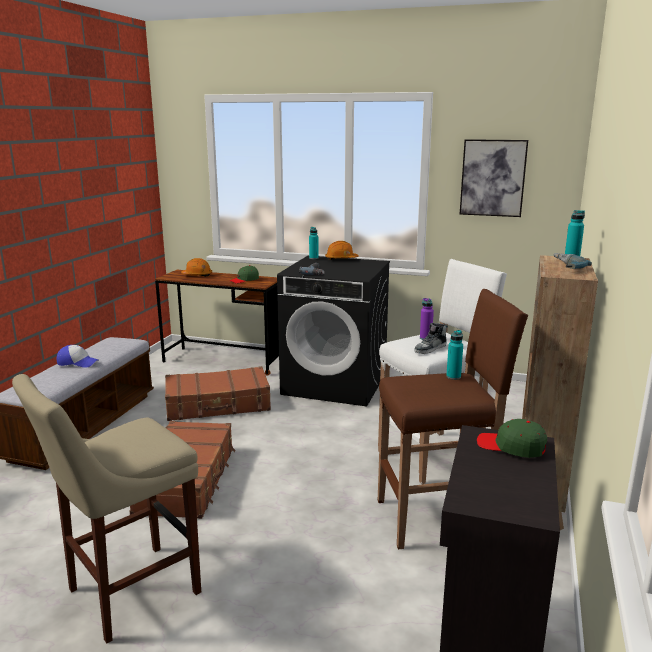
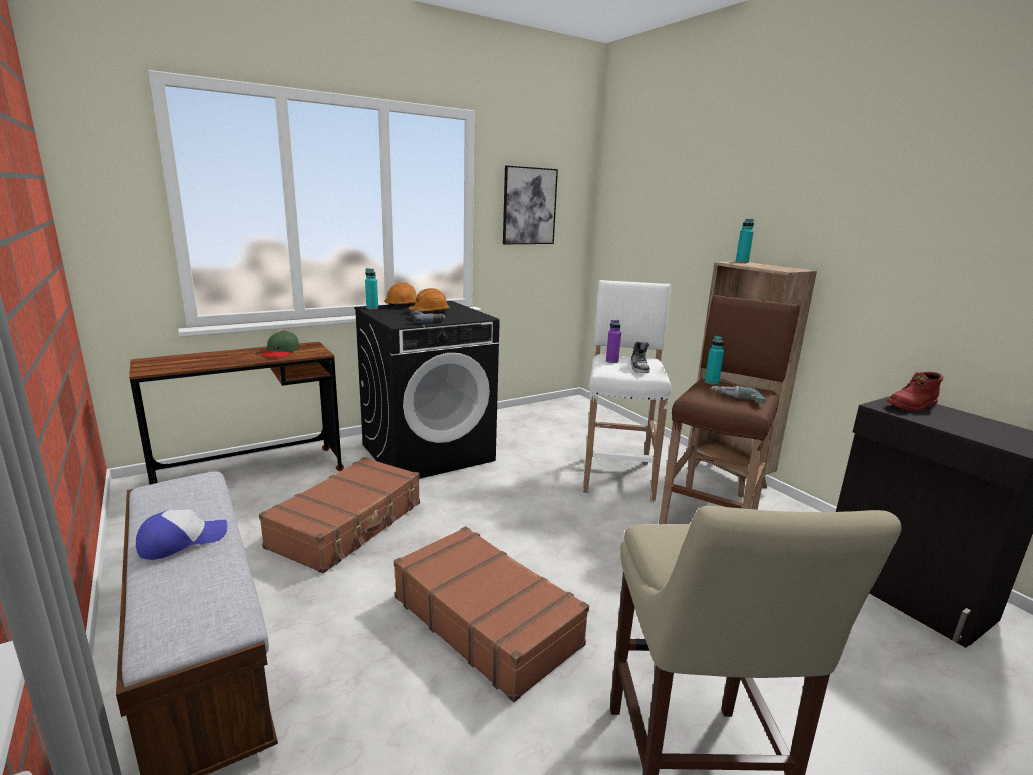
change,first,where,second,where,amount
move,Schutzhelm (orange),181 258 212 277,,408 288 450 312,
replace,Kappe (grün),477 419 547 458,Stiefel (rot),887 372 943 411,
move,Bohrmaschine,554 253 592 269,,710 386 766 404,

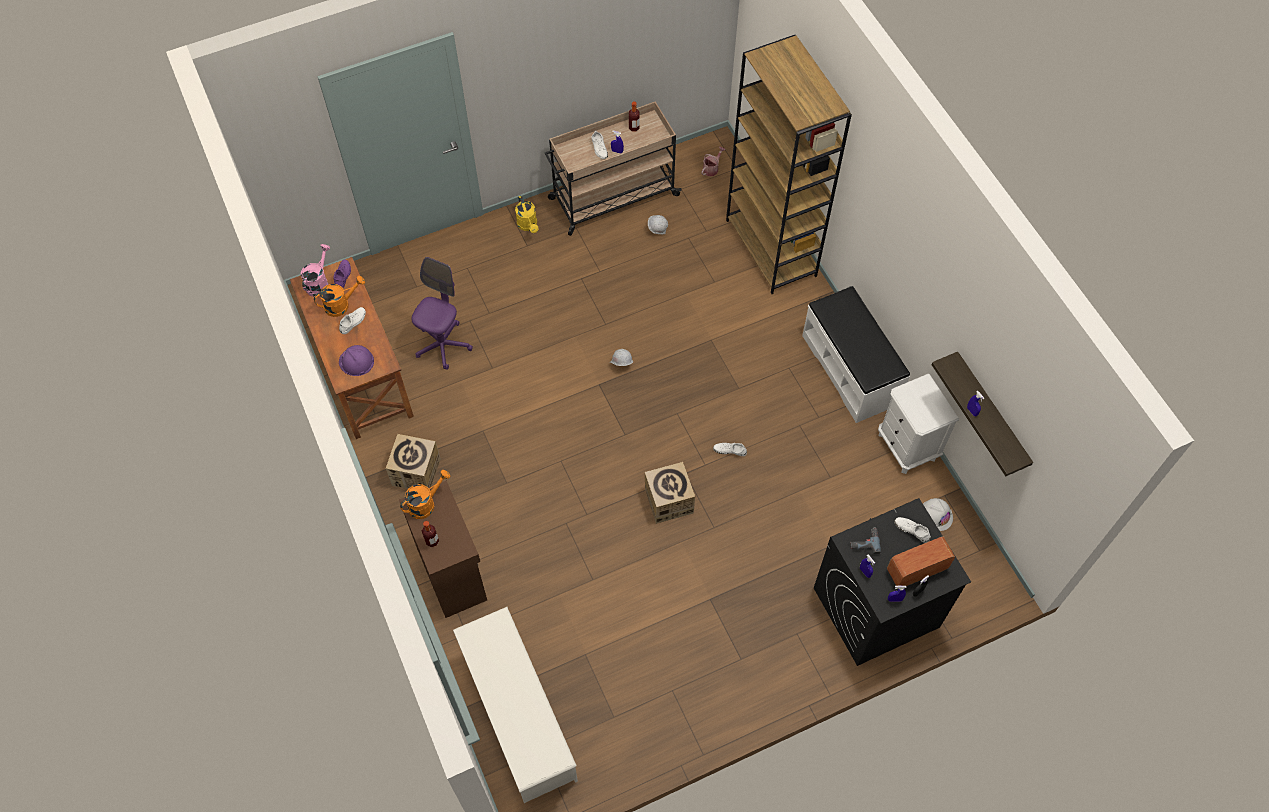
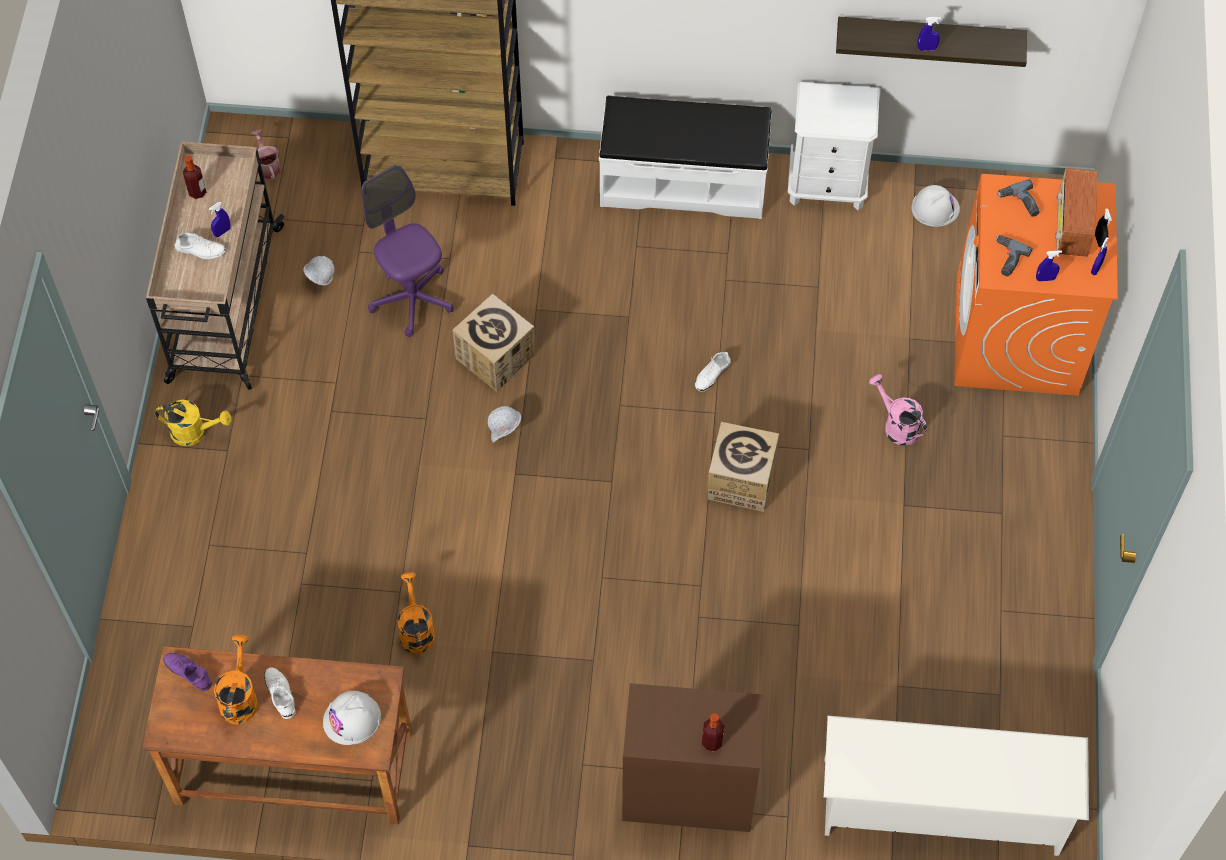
change,first,where,second,where,amount
move,Gießkanne (rosa),301 244 330 297,,869 374 927 446,
recolor,Schutzhelm (lila),339 345 374 376,Schutzhelm (weiß),323 691 381 745,
move,Karton,386 434 441 489,,453 294 535 392,
move,Gießkanne (orange),400 470 450 519,,397 572 435 654,
move,Bürostuhl (lila),411 257 473 370,,362 165 454 337,
recolor,Waschmaschine (schwarz),814 498 971 666,Waschmaschine (orange),954 174 1118 396,
replace,Schuh (weiß),894 517 931 543,Bohrmaschine,997 179 1040 217,

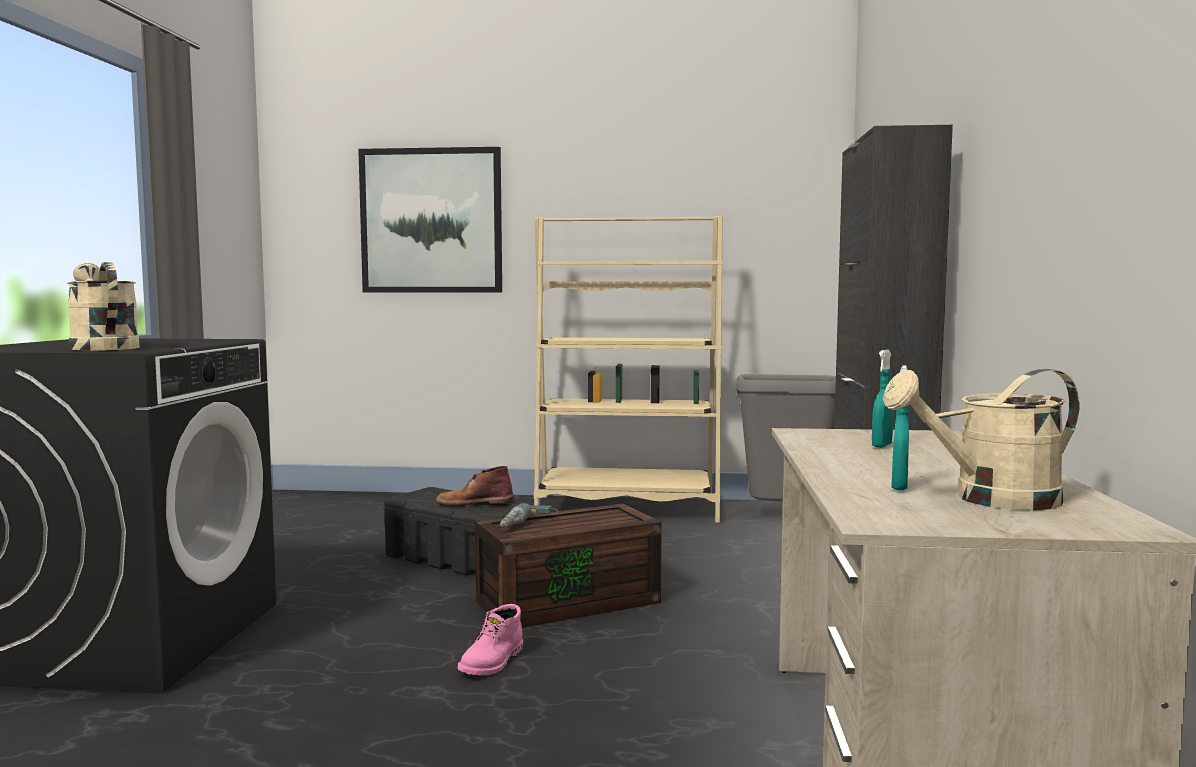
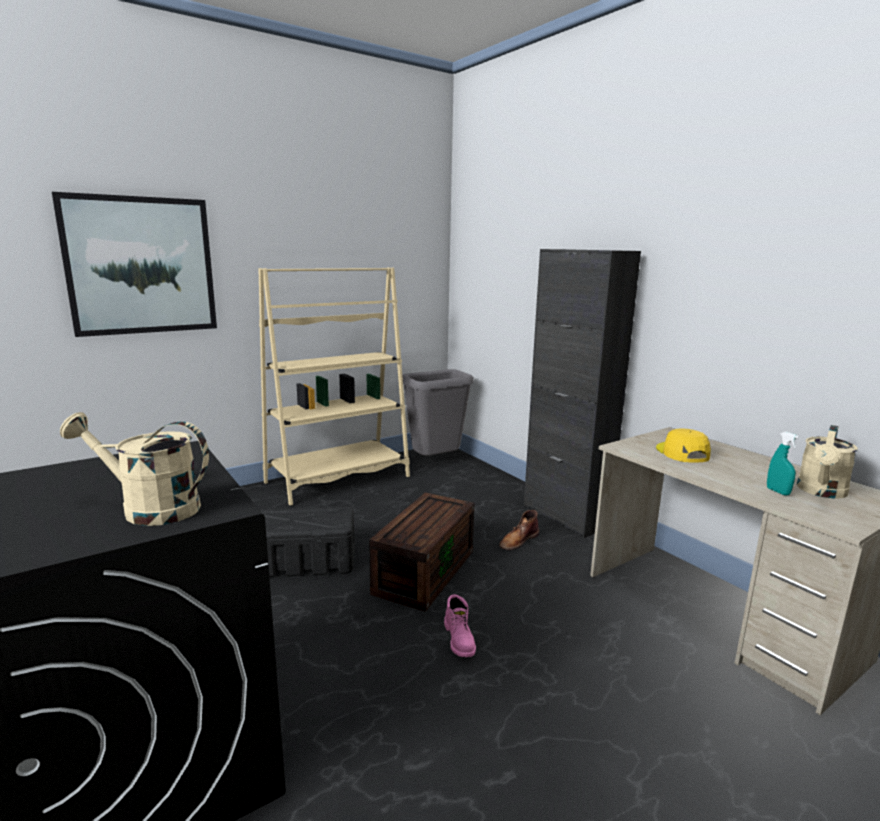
change,first,where,second,where,amount
move,Stiefel (braun),436 466 514 506,,499 510 539 551,
delete,Bohrmaschine,500 503 558 527,,,
replace,Sprühflasche (türkis),872 350 894 448,Kappe (gelb),656 429 711 463,

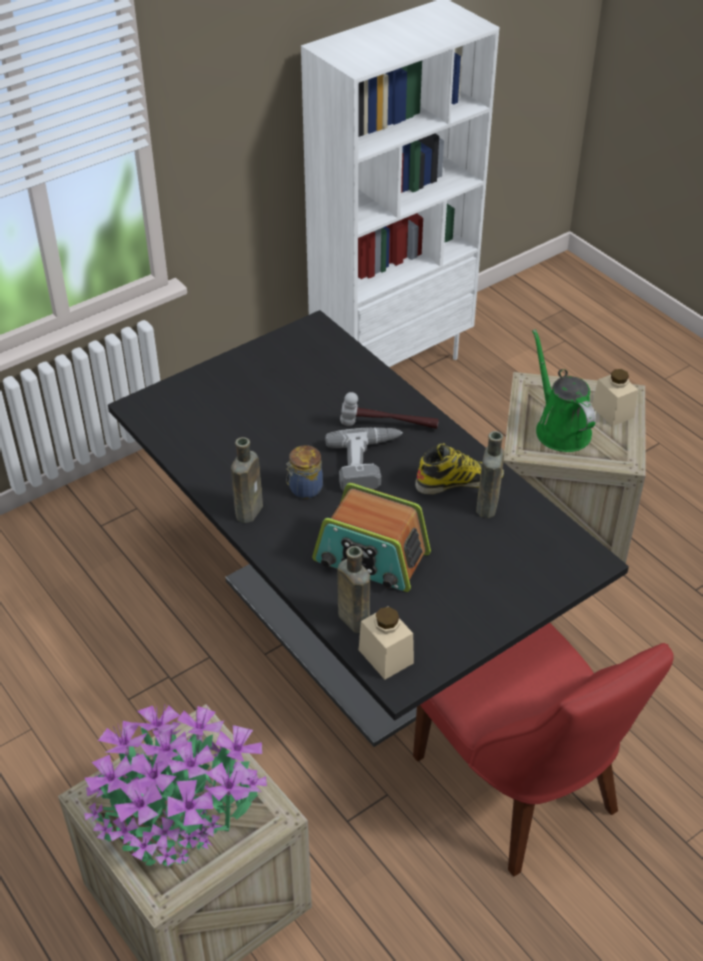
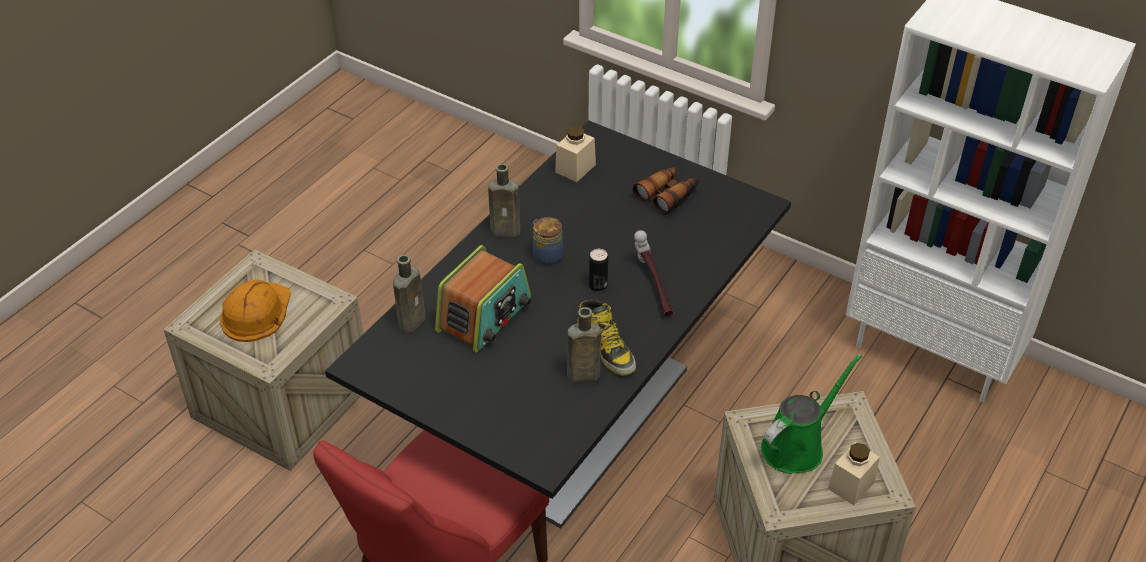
change,first,where,second,where,amount
replace,Topfpflanze,84 704 267 867,Schutzhelm (orange),220 279 291 342,
rotate,Radio,312 483 431 592,,435 245 531 353,150 degrees counterclockwise
replace,Bohrmaschine,325 427 403 491,Dose,589 249 608 291,
move,Vorratsglas (beige),359 606 414 680,,555 126 596 182,
insert,,,Fernglas,633 164 700 215,

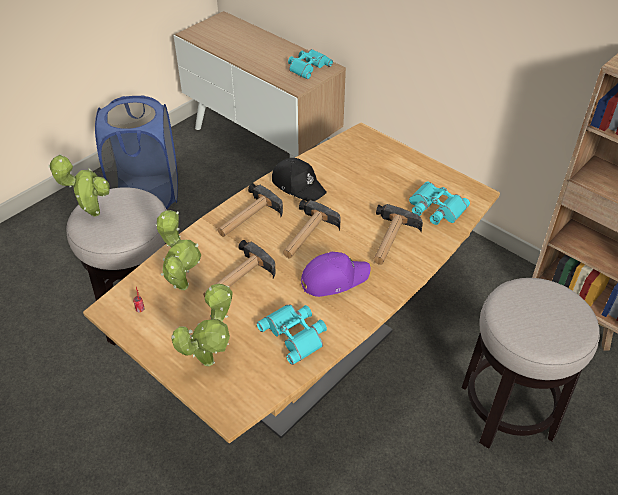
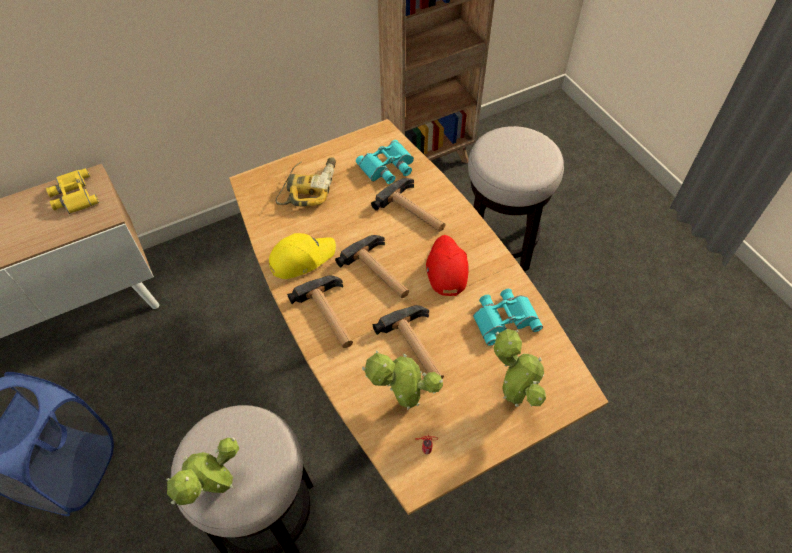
change,first,where,second,where,amount
recolor,Kappe (schwarz),272 158 327 201,Kappe (gelb),269 233 336 279,
recolor,Fernglas (türkis),288 49 333 79,Fernglas (gelb),46 168 99 214,
recolor,Kappe (lila),301 252 370 297,Kappe (rot),426 235 469 296,
insert,,,Bohrmaschine,276 157 336 206,

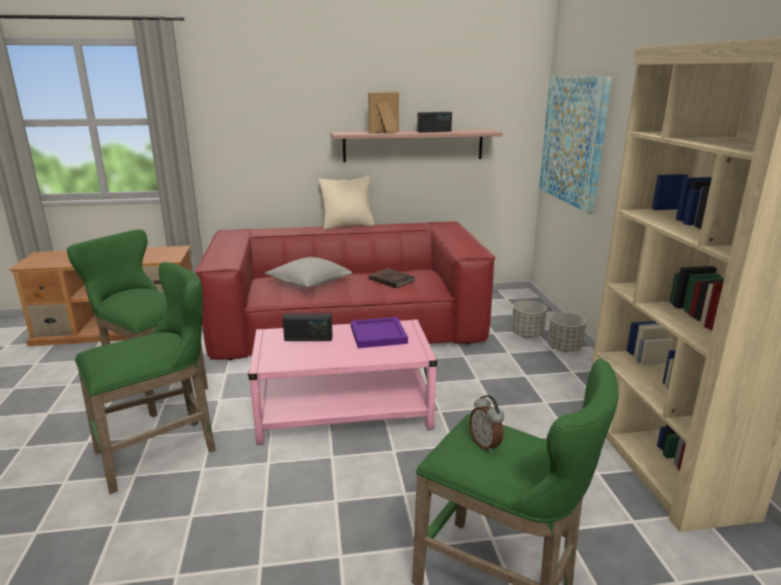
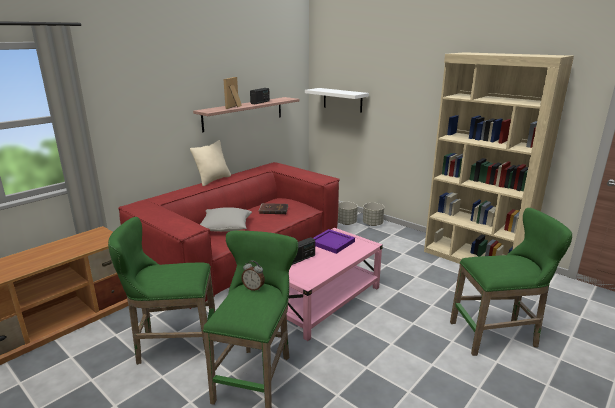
change,first,where,second,where,amount
move,Wecker,469 395 504 453,,241 261 265 291,
replace,Bild,539 76 612 214,Wandregal (weiß),305 88 369 113,

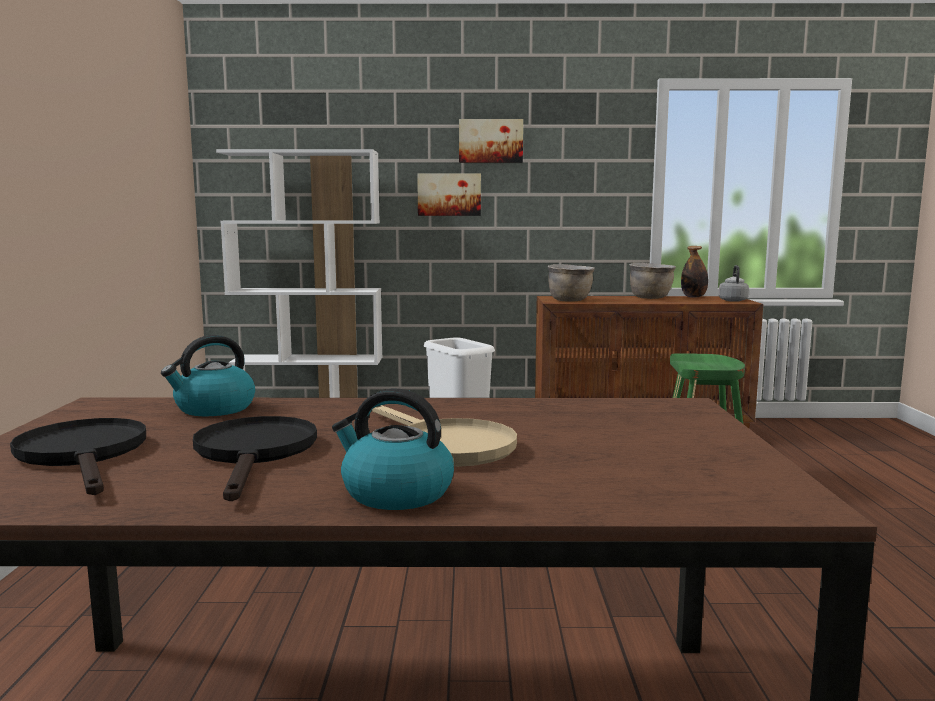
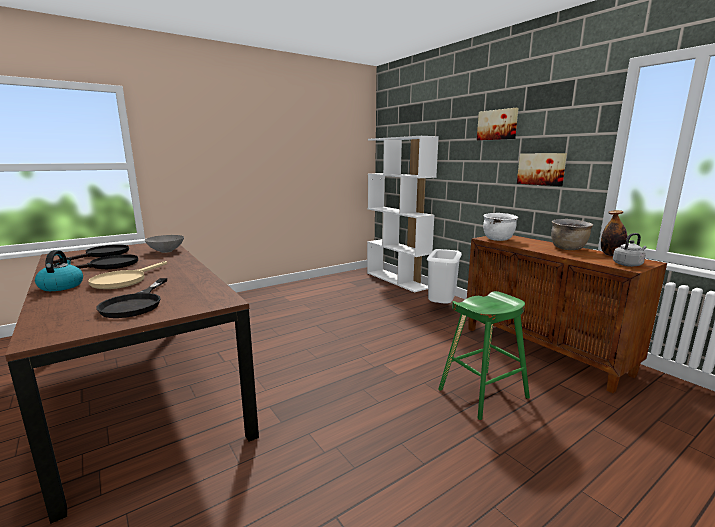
change,first,where,second,where,amount
replace,Wasserkessel,161 335 255 416,Schüssel (grau),145 235 184 253,
move,Bild,417 173 481 216,,517 153 567 186,
recolor,Kochtopf (braun),548 264 595 302,Kochtopf (weiß),483 213 518 241,
insert,,,Pfanne (schwarz),96 278 167 318,

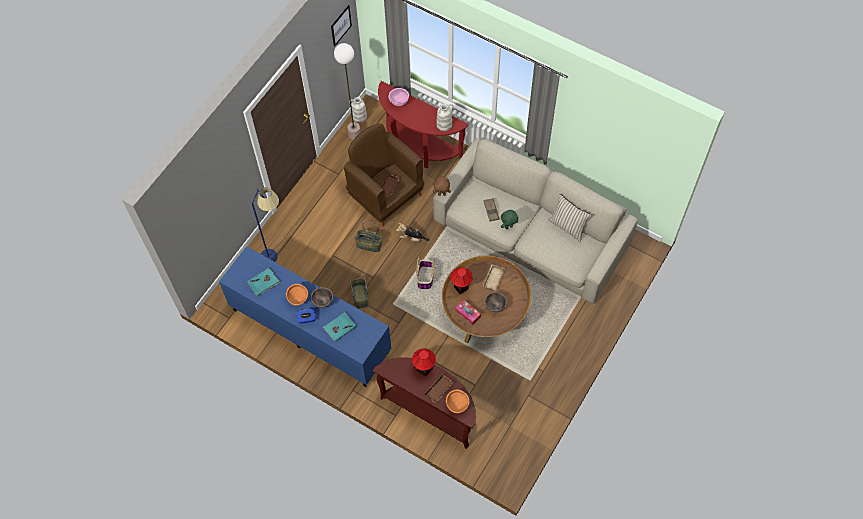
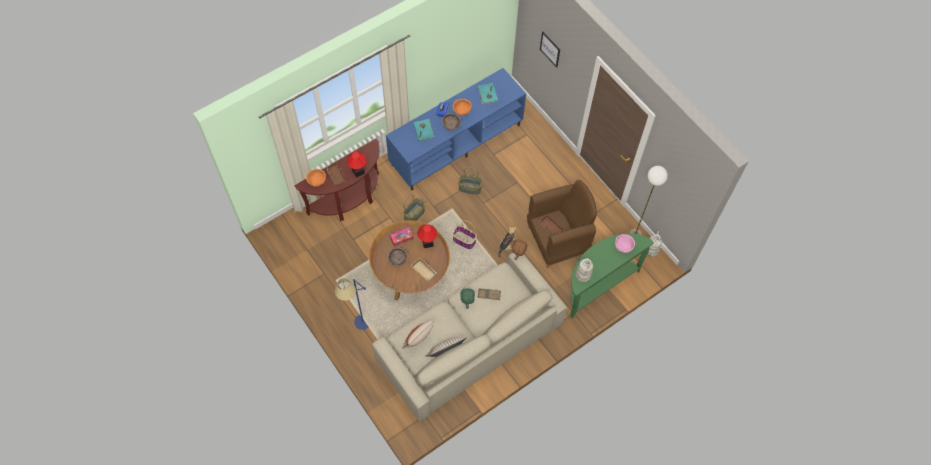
change,first,where,second,where,amount
move,Stehlampe (blau),251 187 279 262,,335 278 369 330,
move,Bild,331 5 352 47,,540 32 560 68,
move,Korb,355 222 382 252,,403 194 425 221,
recolor,Konsolentisch (rot),378 81 468 168,Konsolentisch (grün),570 233 654 318,
insert,,,Kissen (beige),402 321 434 348,

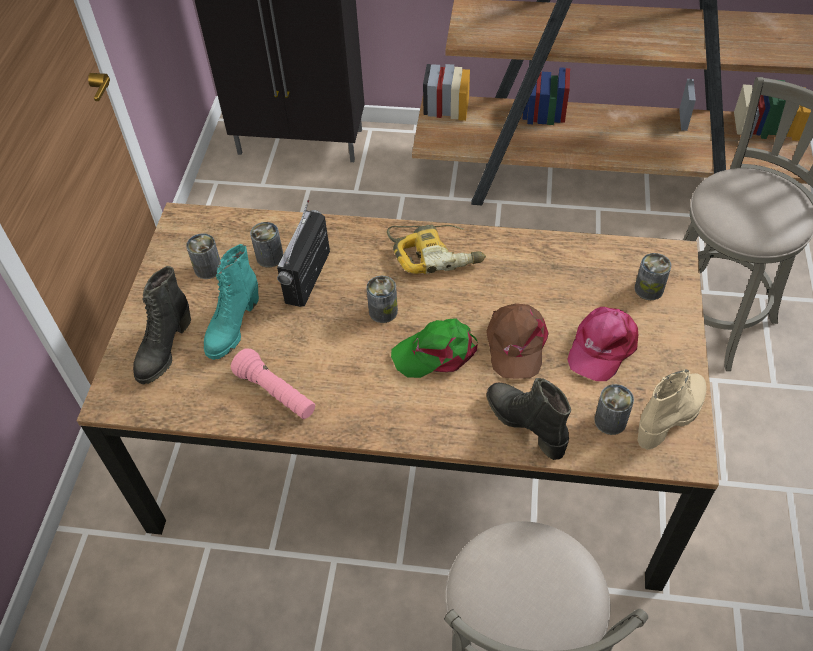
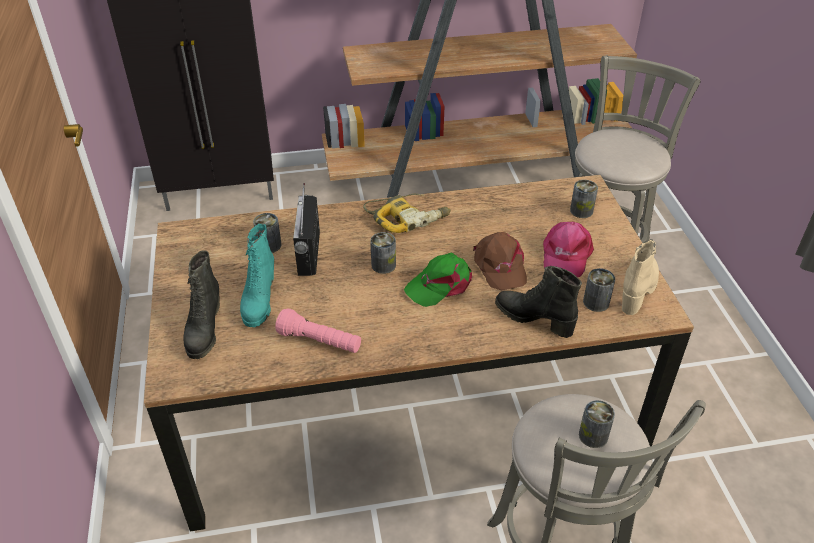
change,first,where,second,where,amount
move,Dose,186 233 220 279,,579 400 615 448,

